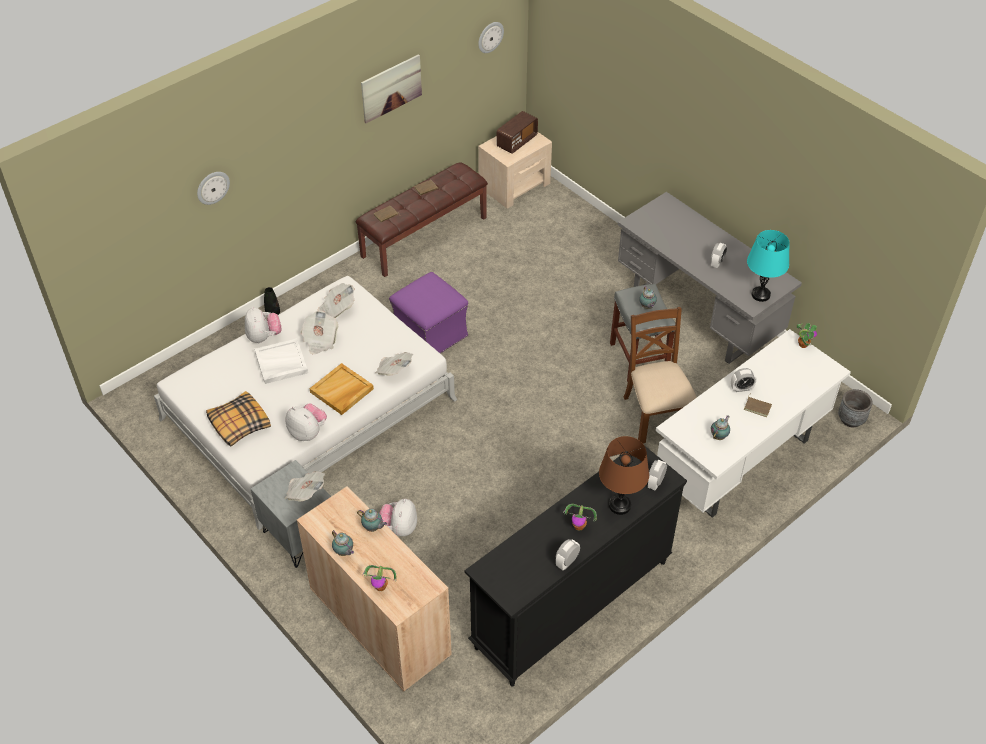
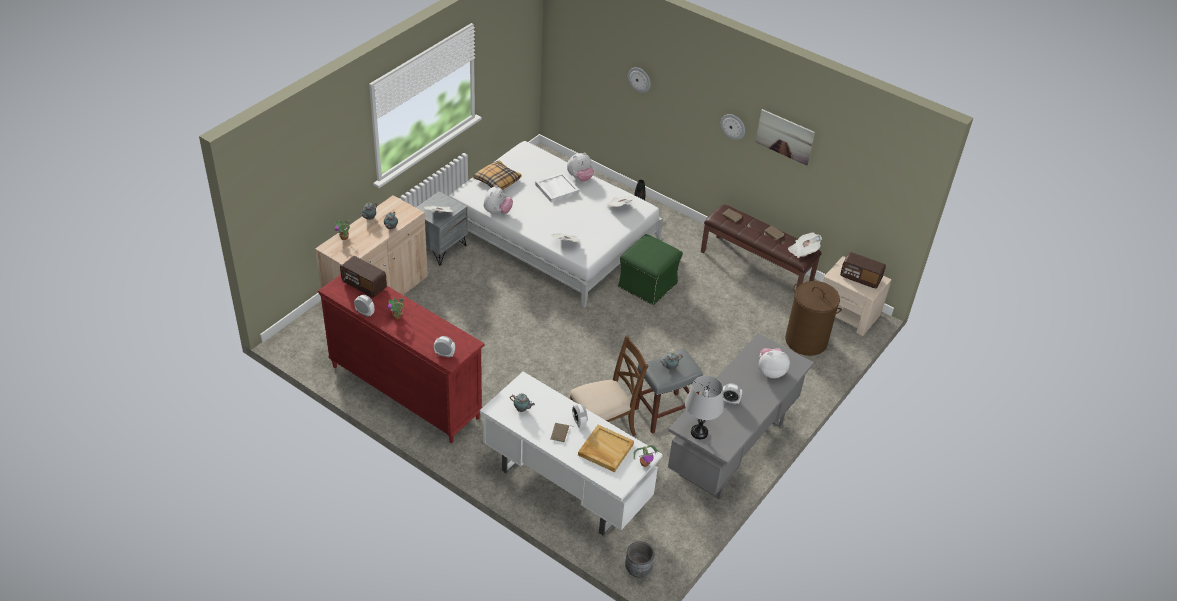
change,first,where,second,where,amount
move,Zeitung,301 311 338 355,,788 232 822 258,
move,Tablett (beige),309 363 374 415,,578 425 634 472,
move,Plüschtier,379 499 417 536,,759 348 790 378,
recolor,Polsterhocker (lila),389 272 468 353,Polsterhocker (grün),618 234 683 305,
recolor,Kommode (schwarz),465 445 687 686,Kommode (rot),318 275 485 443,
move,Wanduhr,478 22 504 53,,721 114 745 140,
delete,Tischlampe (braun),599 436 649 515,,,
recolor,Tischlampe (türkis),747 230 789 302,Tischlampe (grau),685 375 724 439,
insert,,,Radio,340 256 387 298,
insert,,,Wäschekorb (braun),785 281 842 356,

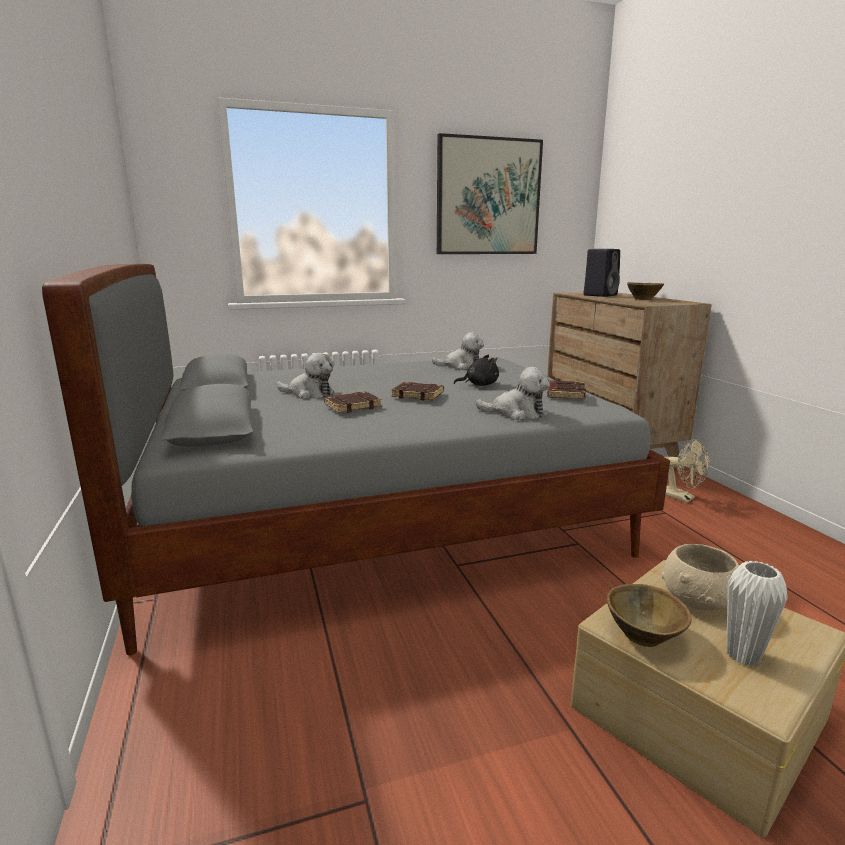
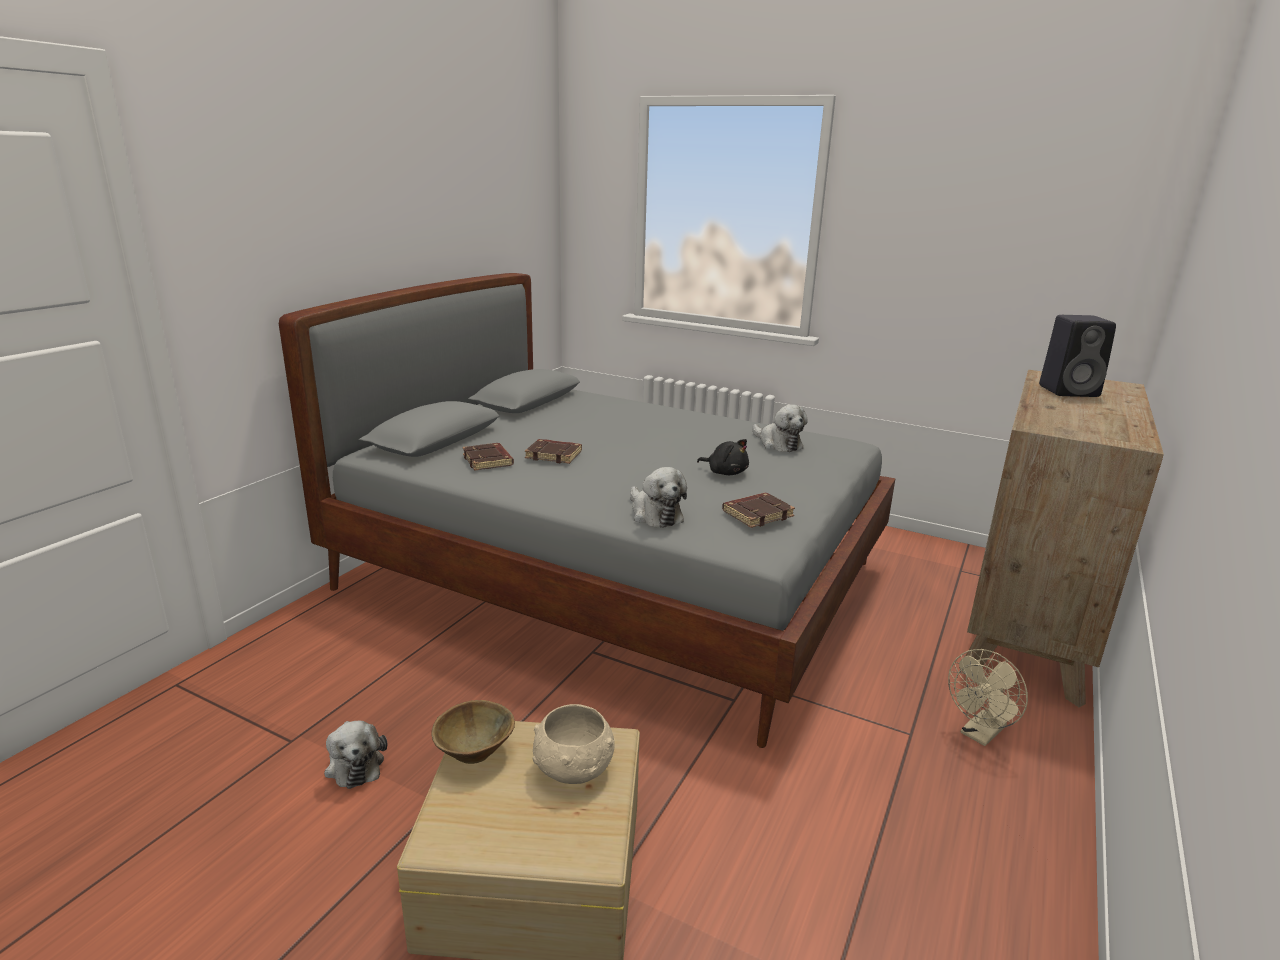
change,first,where,second,where,amount
move,Plüschtier,277 353 334 399,,324 721 387 789,
move,Buch (braun),391 382 444 401,,462 443 514 471,
delete,Bild,437 133 543 254,,,
delete,Schüssel (braun),627 282 664 300,,,
rotate,Ventilator (beige),664 439 710 503,,948 649 1028 746,45 degrees clockwise
delete,Vase (weiß),727 561 788 666,,,

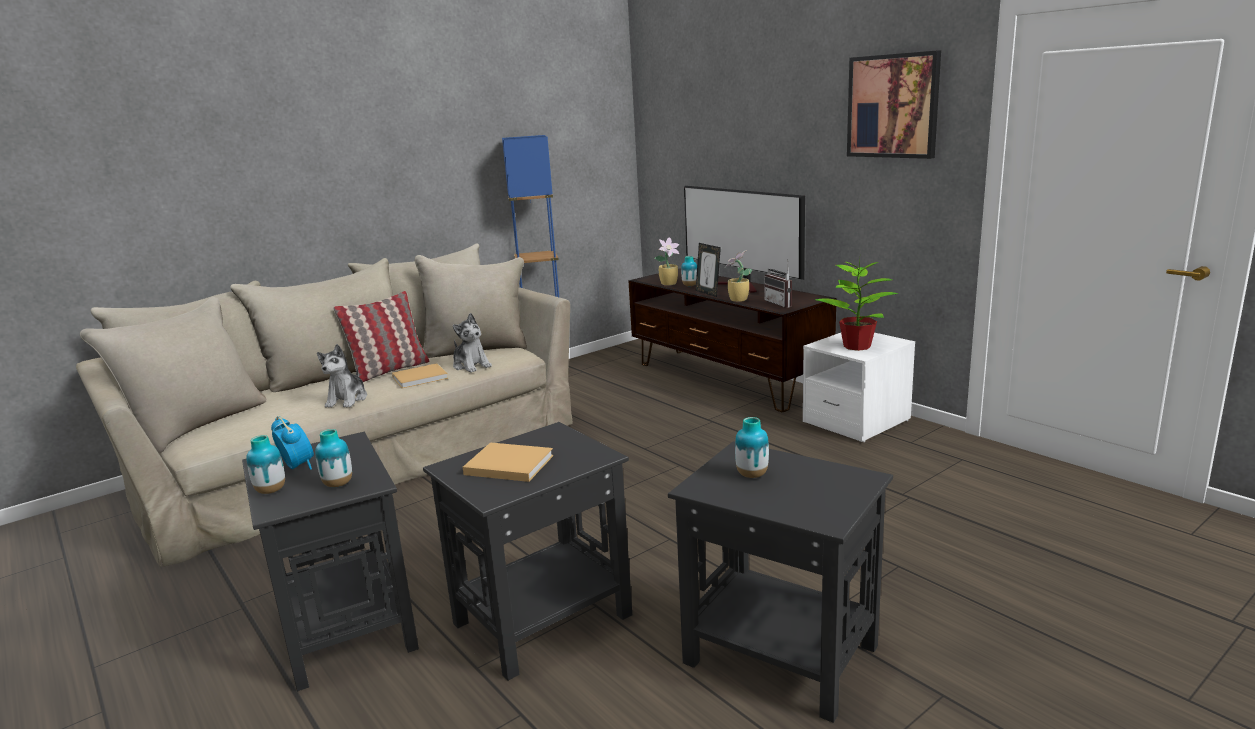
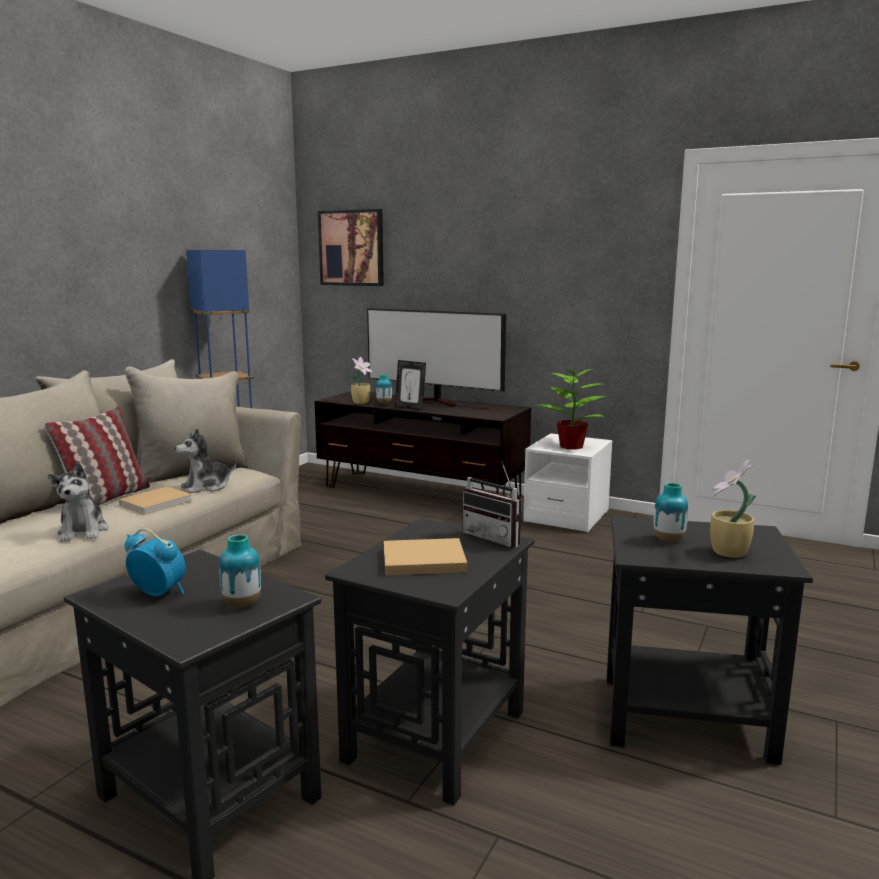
change,first,where,second,where,amount
delete,Vase,246 435 285 494,,,
rotate,Plüschtier,453 313 492 373,,175 429 236 494,120 degrees clockwise
move,Topfpflanze,725 250 752 302,,710 460 756 558,
move,Radio,764 268 792 308,,462 461 522 548,
move,Bild,847 50 941 159,,318 209 384 286,

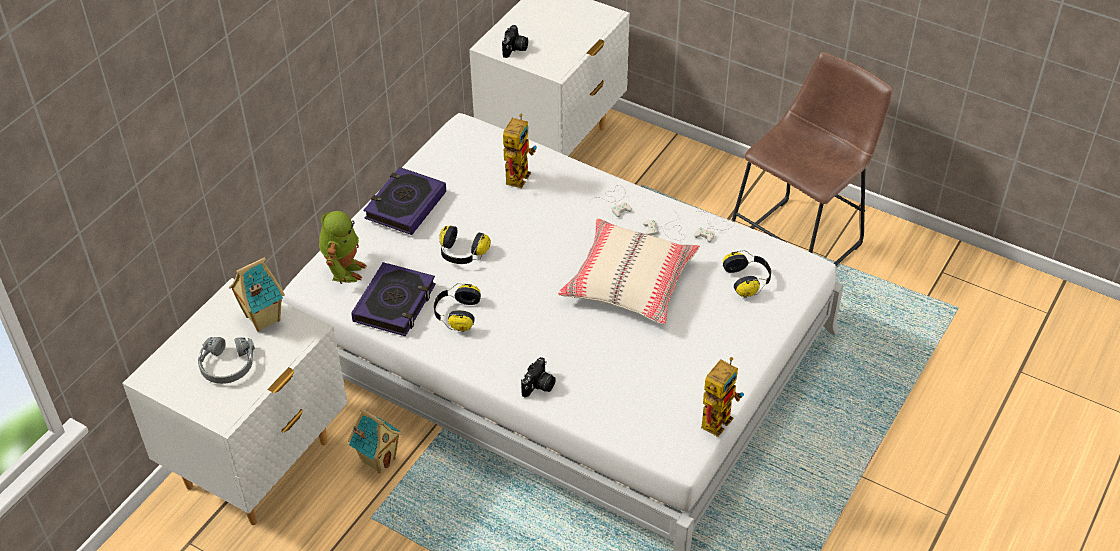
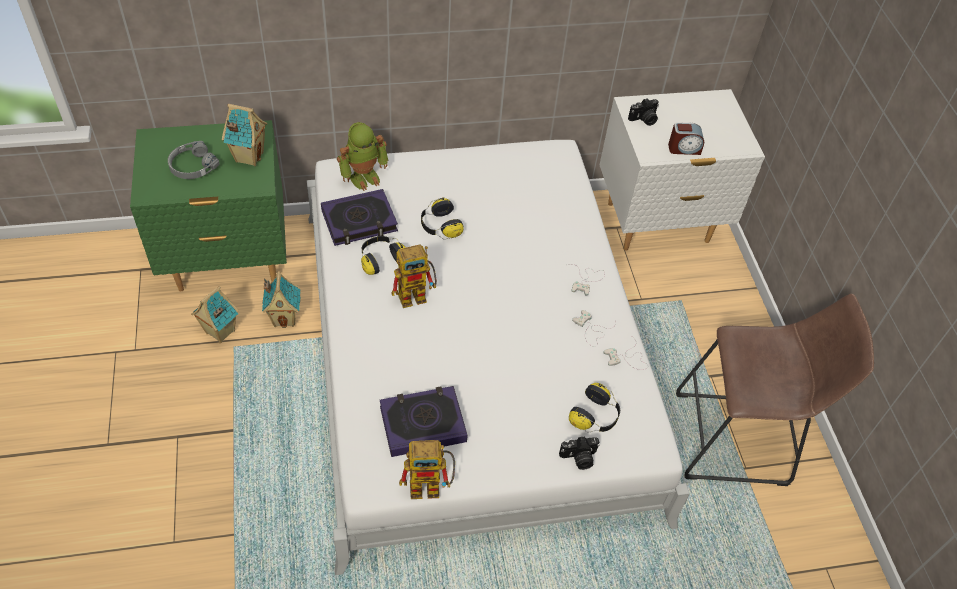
change,first,where,second,where,amount
recolor,Nachttisch (weiß),122 278 347 525,Nachttisch (grün),130 120 287 291,
move,Buch,363 167 446 235,,380 386 467 457,
move,Spielzeugroboter,503 114 537 188,,391 244 437 308,
move,Kamera,521 357 556 398,,559 436 600 470,
delete,Kissen (beige),558 218 700 324,,,
insert,,,Spielzeughaus,191 286 239 343,
insert,,,Wecker,668 122 704 155,

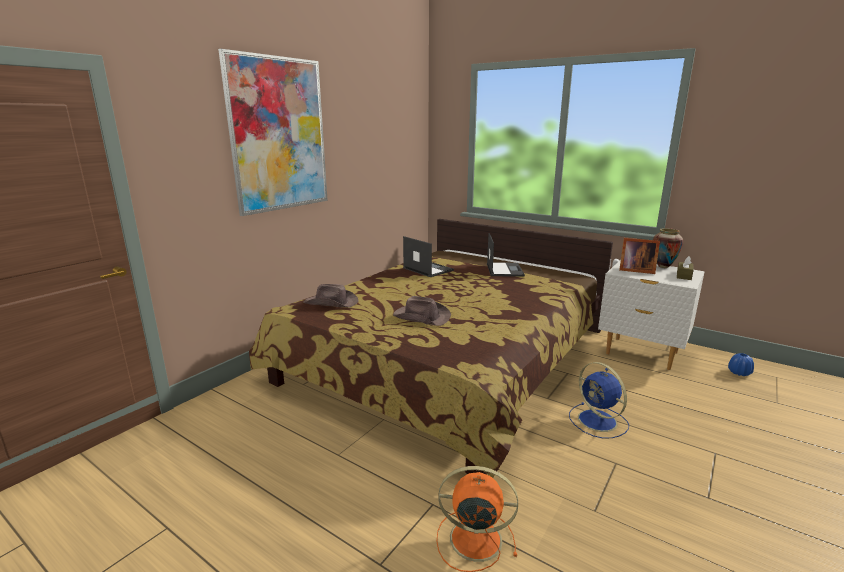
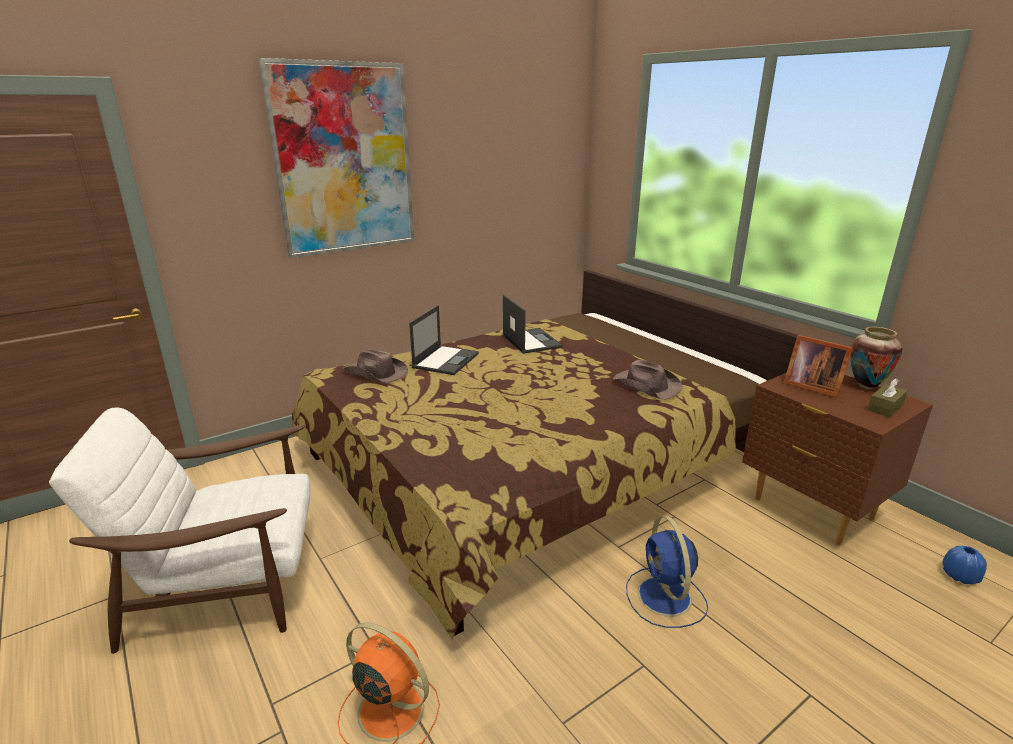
change,first,where,second,where,amount
move,Hut (braun),393 296 451 326,,613 360 683 400,
move,Laptop,487 233 525 277,,409 305 479 375,
recolor,Nachttisch (weiß),598 260 705 370,Nachttisch (braun),742 373 933 545,
insert,,,Sessel (weiß),49 408 310 654,

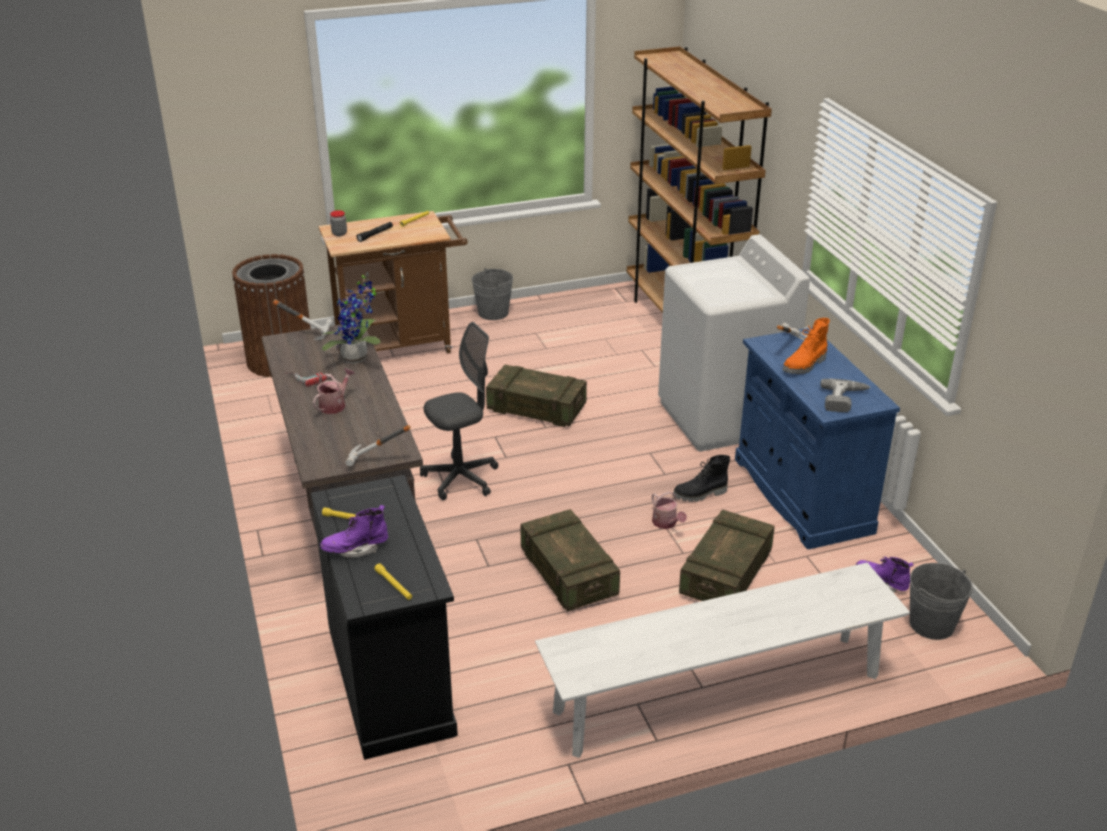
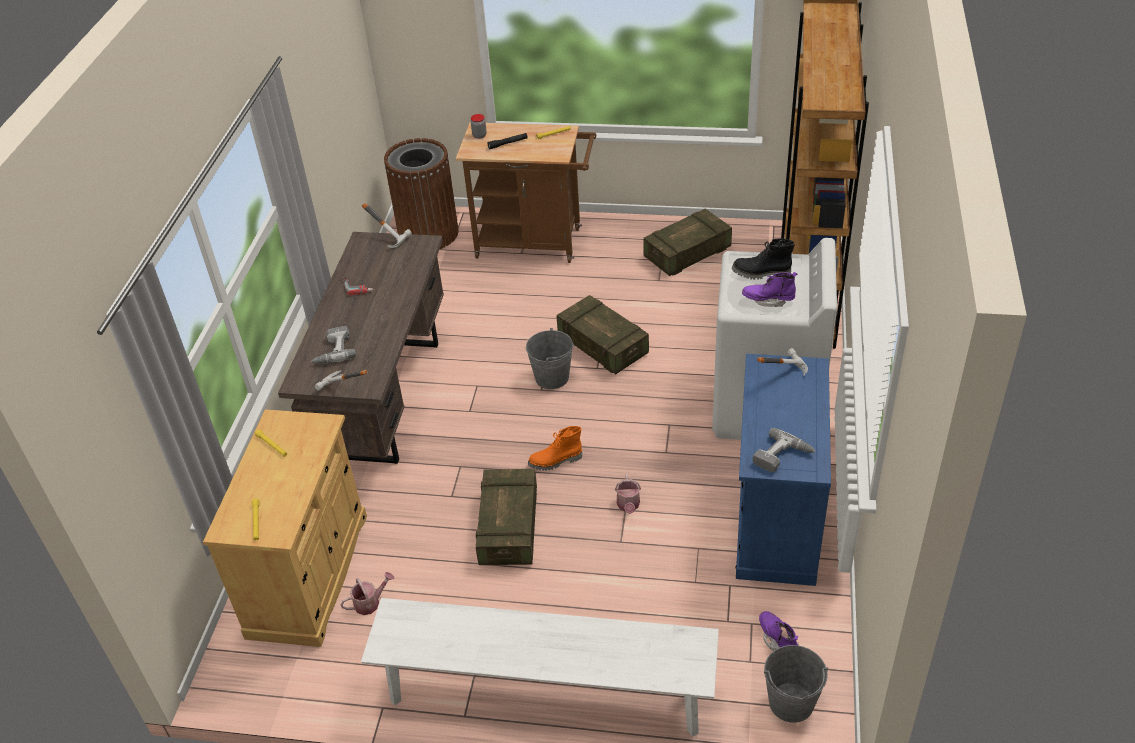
change,first,where,second,where,amount
recolor,Schrank (schwarz),311 475 458 760,Schrank (beige),203 410 367 647,
move,Gießkanne,313 368 355 414,,340 572 394 615,
move,Stiefel (lila),320 505 388 558,,742 272 797 307,
delete,Topfpflanze,322 272 381 363,,,
delete,Bürostuhl (grau),420 322 498 500,,,
move,Eimer (grau),472 268 513 320,,526 328 574 389,
move,Stiefel (schwarz),673 455 730 502,,732 238 795 280,
move,Kiste,679 509 775 601,,643 209 732 276,
move,Stiefel (orange),782 318 830 374,,528 426 582 471,
insert,,,Bohrmaschine,311 326 356 363,

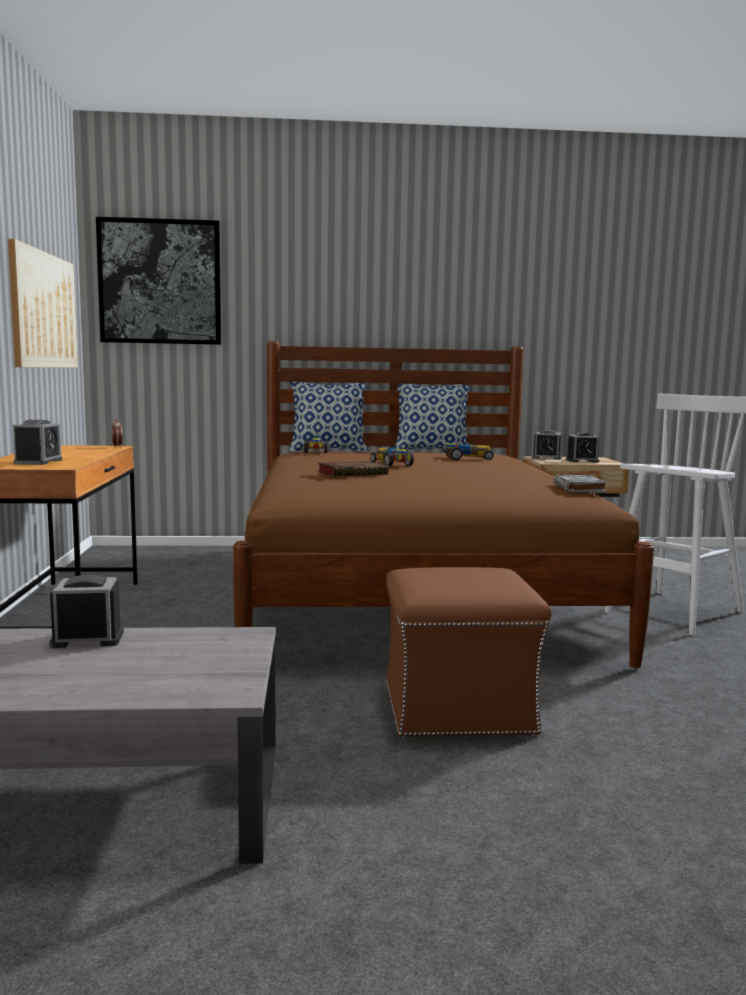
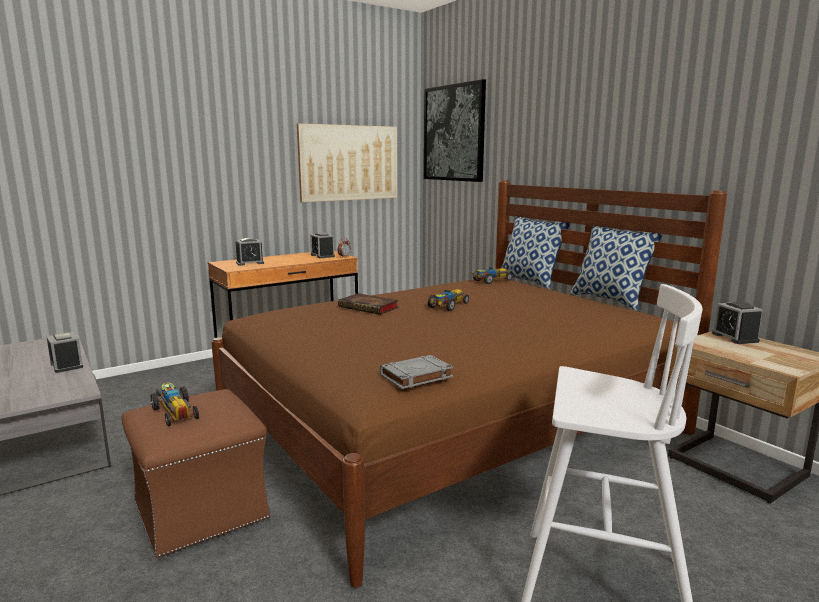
change,first,where,second,where,amount
move,Spielzeugauto,442 442 494 460,,150 383 199 426,
move,Wecker,566 432 600 463,,310 233 335 258,

